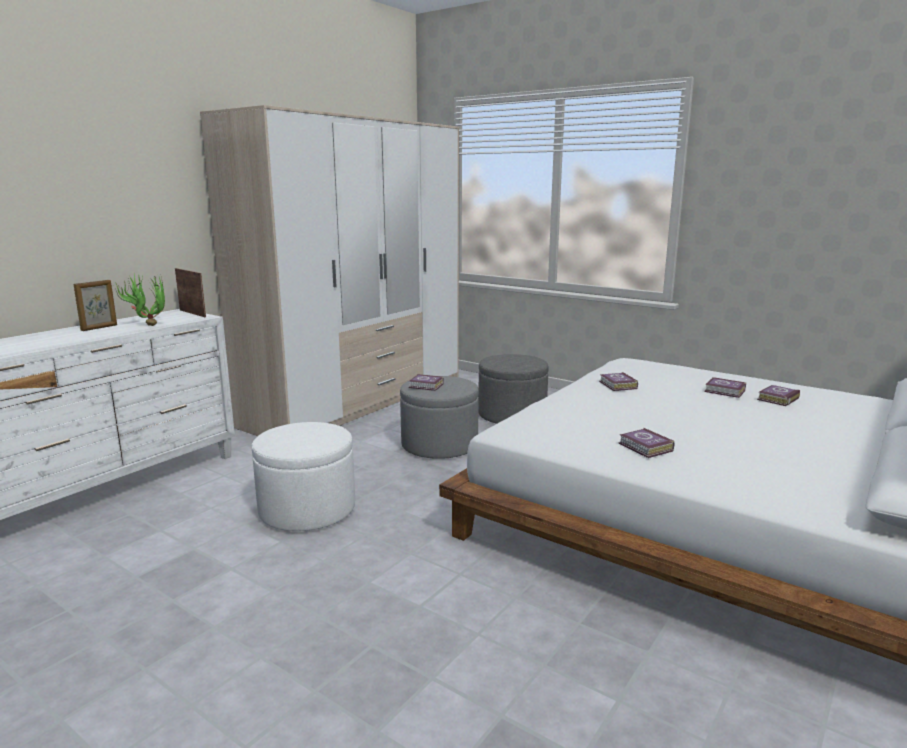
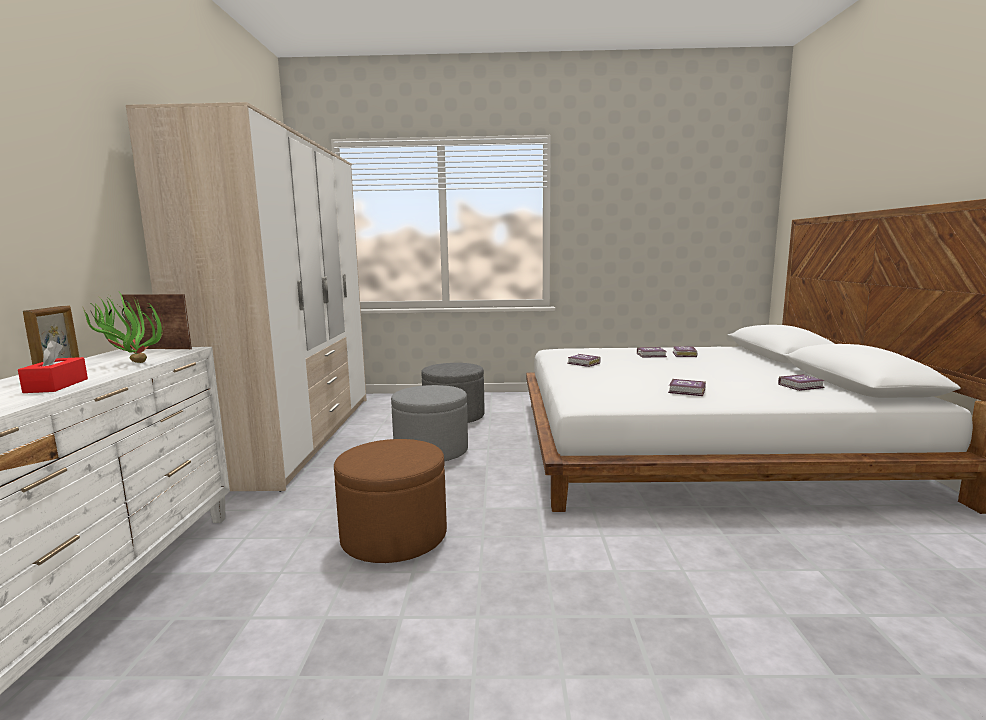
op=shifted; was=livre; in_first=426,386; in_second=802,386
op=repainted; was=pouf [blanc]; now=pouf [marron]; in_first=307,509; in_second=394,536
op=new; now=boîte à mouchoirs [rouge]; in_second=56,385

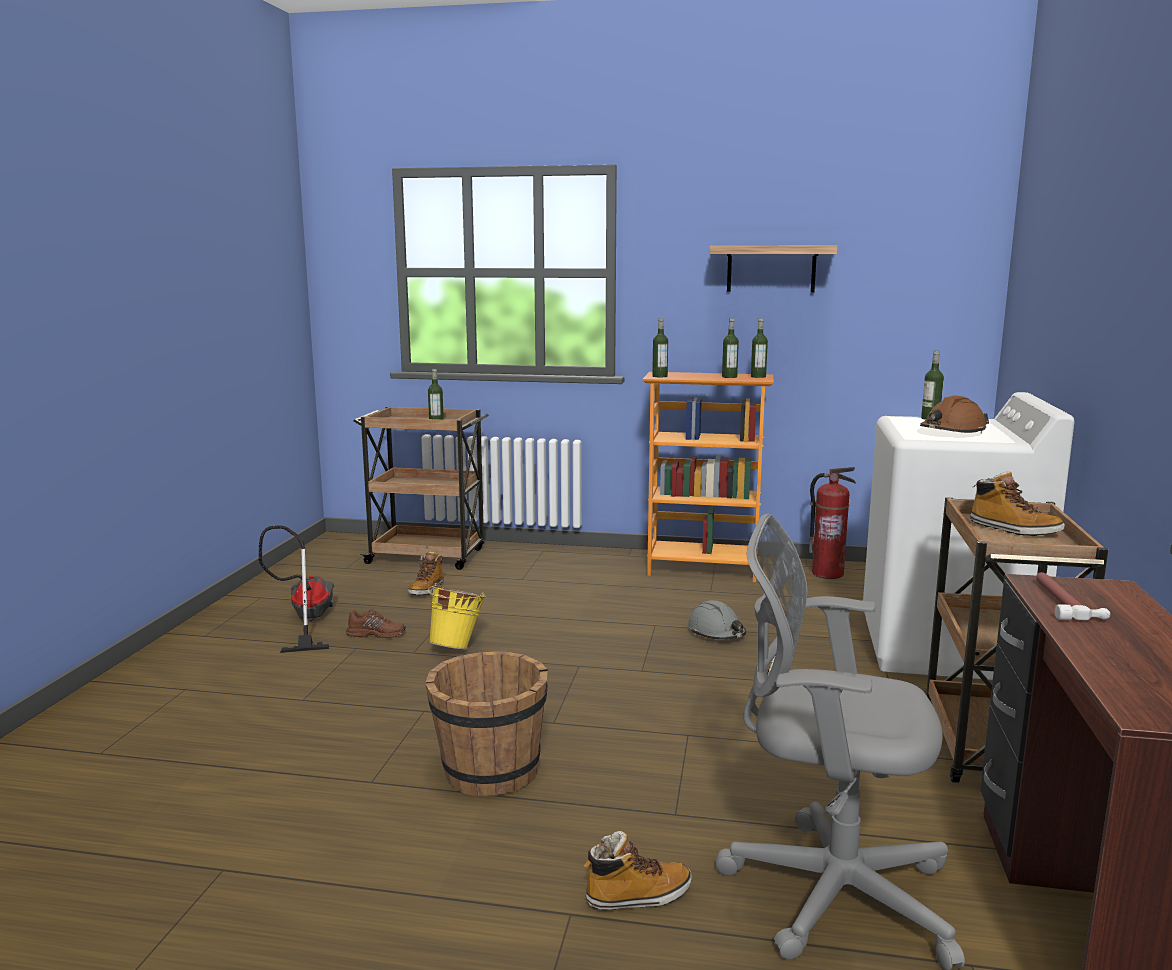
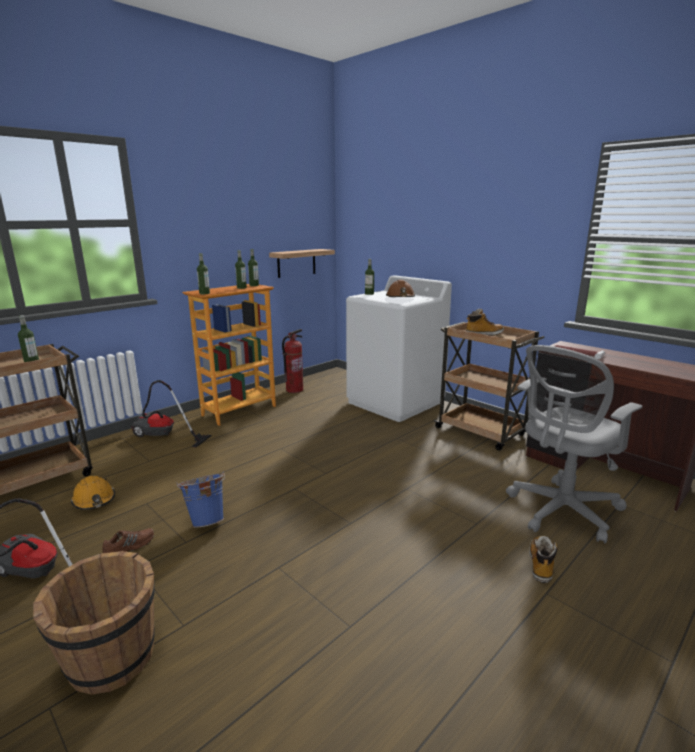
op=shifted; was=étagère; in_first=771,269; in_second=296,263
op=swapped; was=botte; now=casque de chantier [orange]; in_first=426,589; in_second=94,500
op=repainted; was=seau [jaune]; now=seau [bleu]; in_first=457,647; in_second=206,520
op=gone; was=casque de chantier [gris]; in_first=716,633
op=shifted; was=seau [marron]; in_first=490,772; in_second=111,659
op=new; now=aspirateur; in_second=163,436

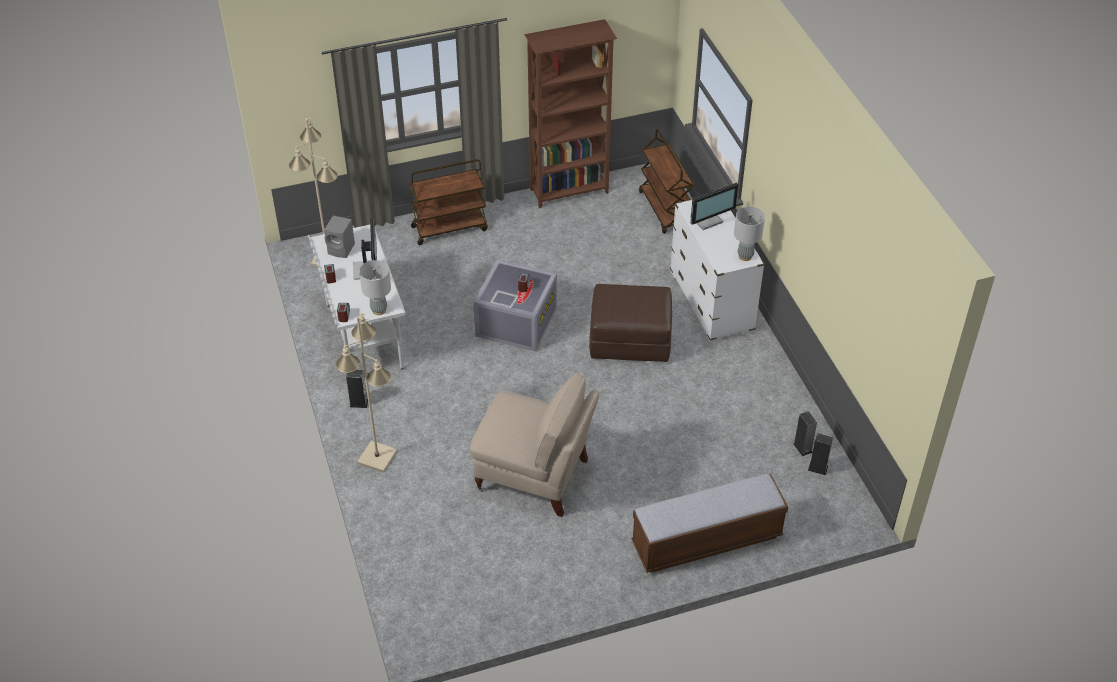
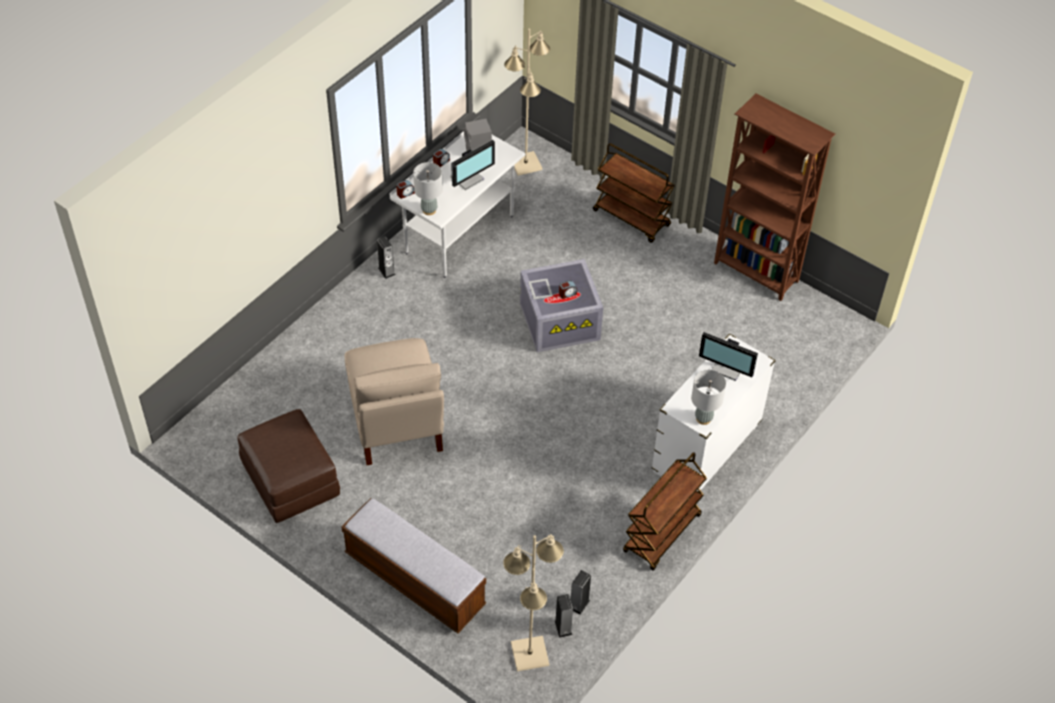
op=shifted; was=chariot [marron]; in_first=665,210; in_second=662,534
op=shifted; was=pouf [marron]; in_first=629,340; in_second=290,480
op=shifted; was=lampadaire [beige]; in_first=378,457; in_second=530,654

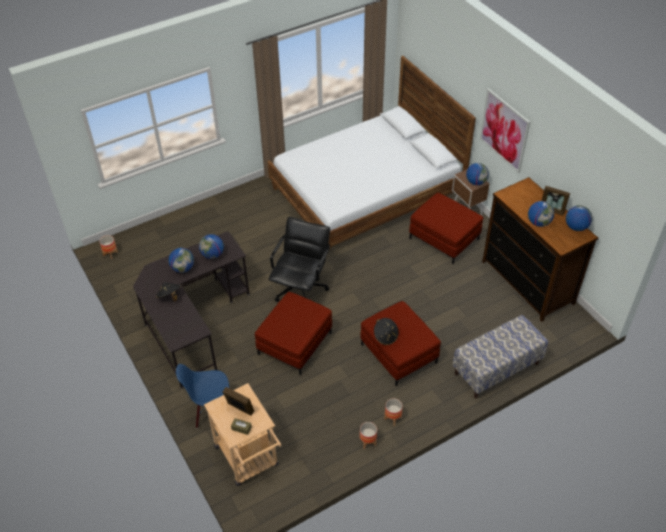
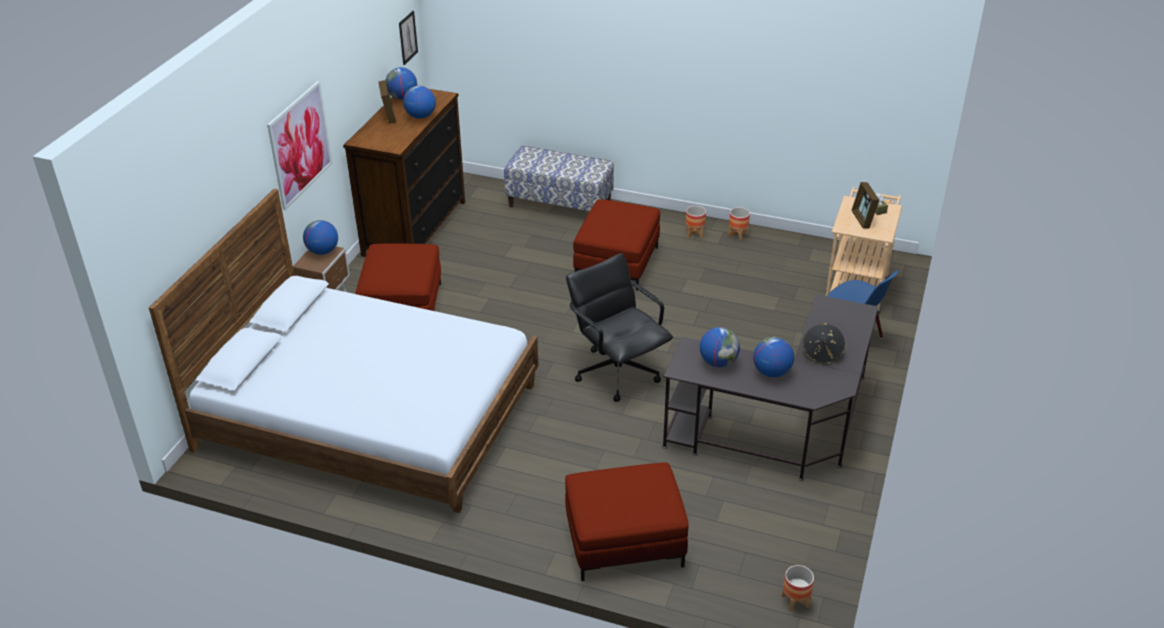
op=rotated; was=chaise de bureau [noir]; in_first=301,289; in_second=617,372; clockwise=75
op=shifted; was=pouf [rouge]; in_first=295,343; in_second=624,542
op=gone; was=chapeau [noir]; in_first=385,336
op=new; now=tableau; in_second=408,37

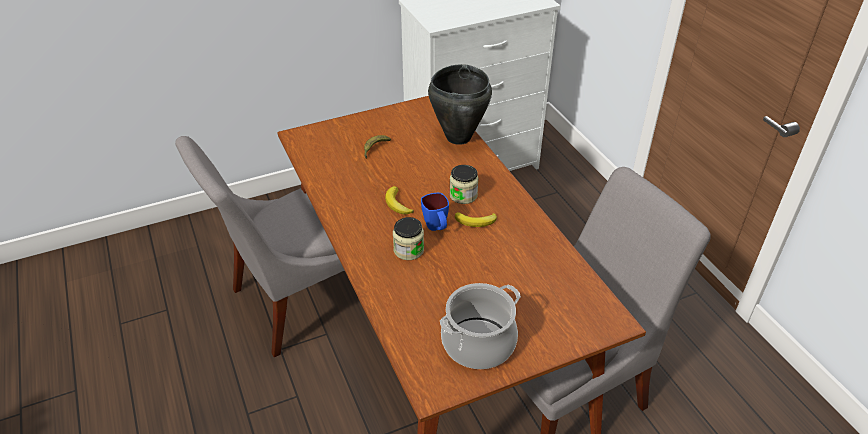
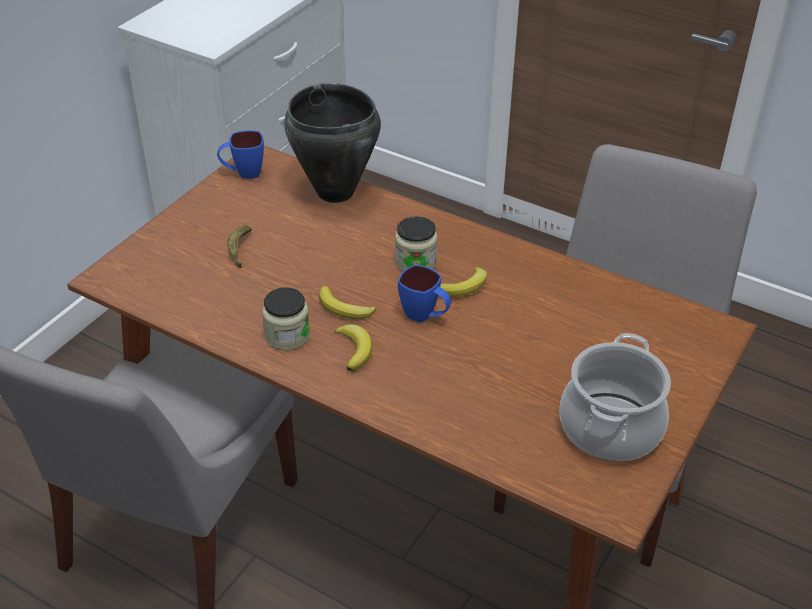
op=shifted; was=bocal; in_first=408,250; in_second=287,336
op=new; now=mug [bleu]; in_second=243,173
op=new; now=banane; in_second=355,349

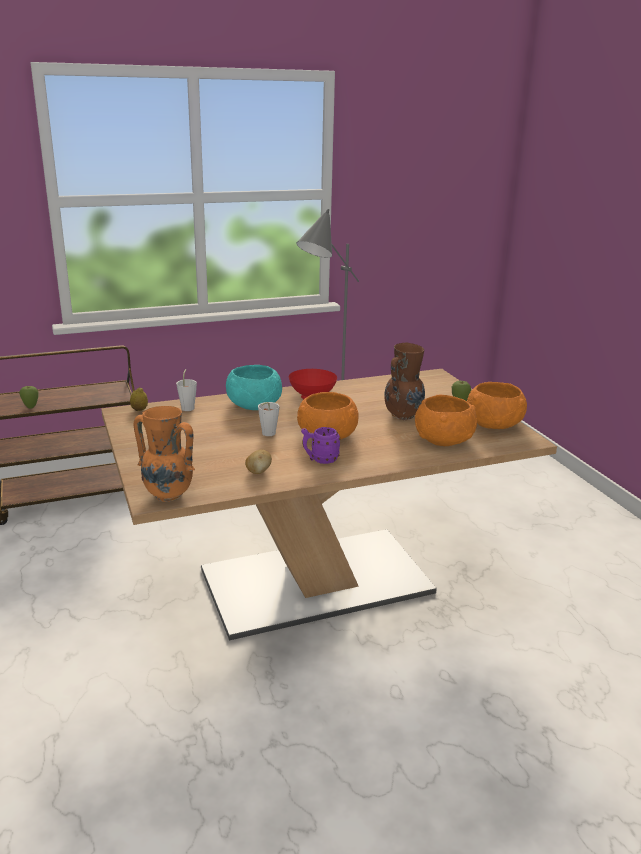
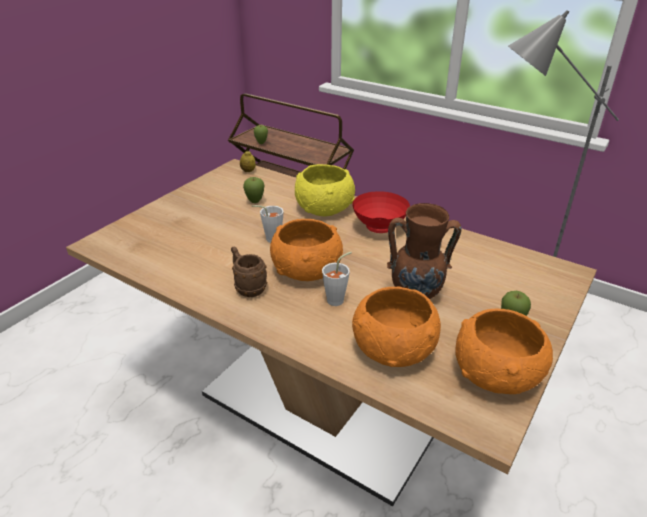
op=repainted; was=bol [turquoise]; now=bol [jaune]; in_first=254,404; in_second=324,208
op=shifted; was=tasse [blanc]; in_first=188,407; in_second=338,299
op=gone; was=vase [orange]; in_first=168,495
op=repainted; was=mug [violet]; now=mug [marron]; in_first=320,459; in_second=247,287
op=gone; was=pomme de terre; in_first=258,472
op=new; now=pomme; in_second=255,202

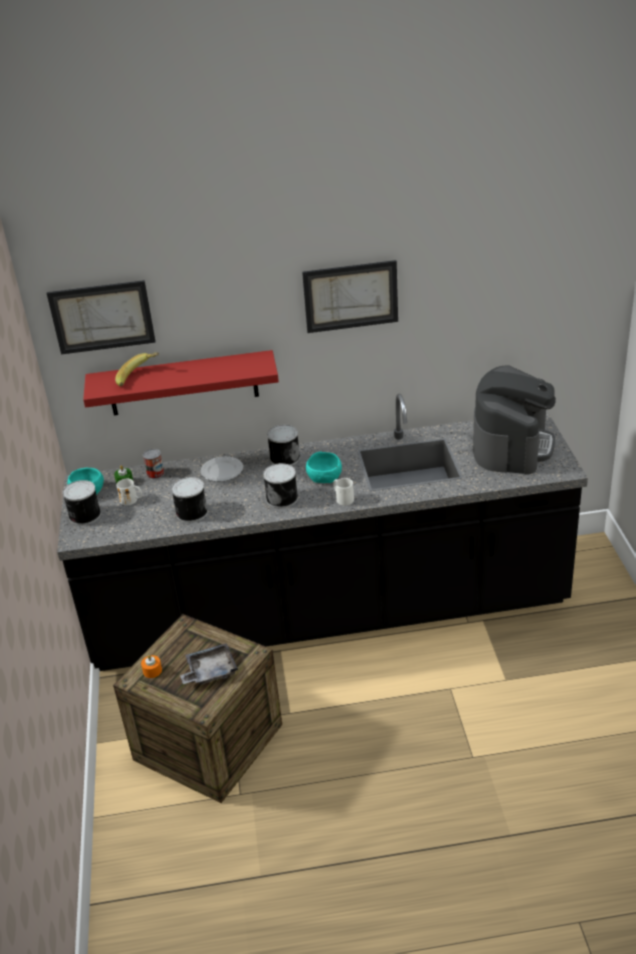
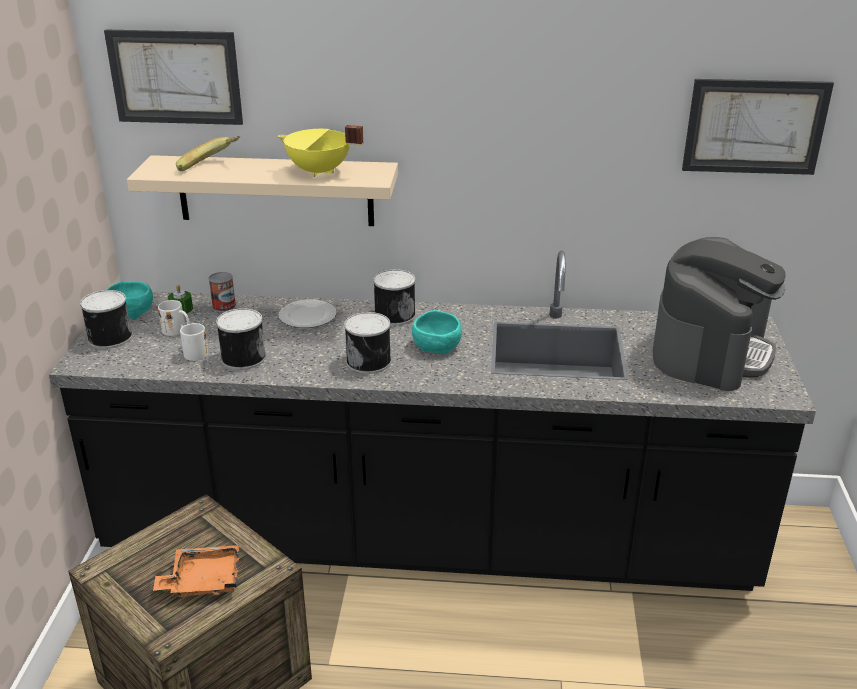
op=shifted; was=tableau; in_first=350,296; in_second=754,126
op=repainted; was=étagère [rouge]; now=étagère [beige]; in_first=183,383; in_second=275,191
op=shifted; was=mug [blanc]; in_first=342,498; in_second=194,352
op=repainted; was=plateau [gris]; now=plateau [orange]; in_first=210,671; in_second=203,580
op=gone; was=bougie [orange]; in_first=152,671
op=new; now=marmite [jaune]; in_second=319,172

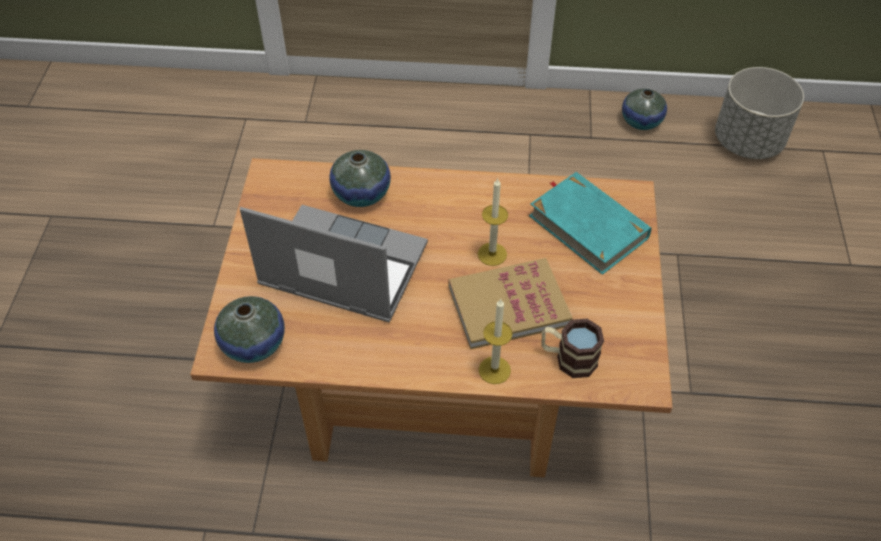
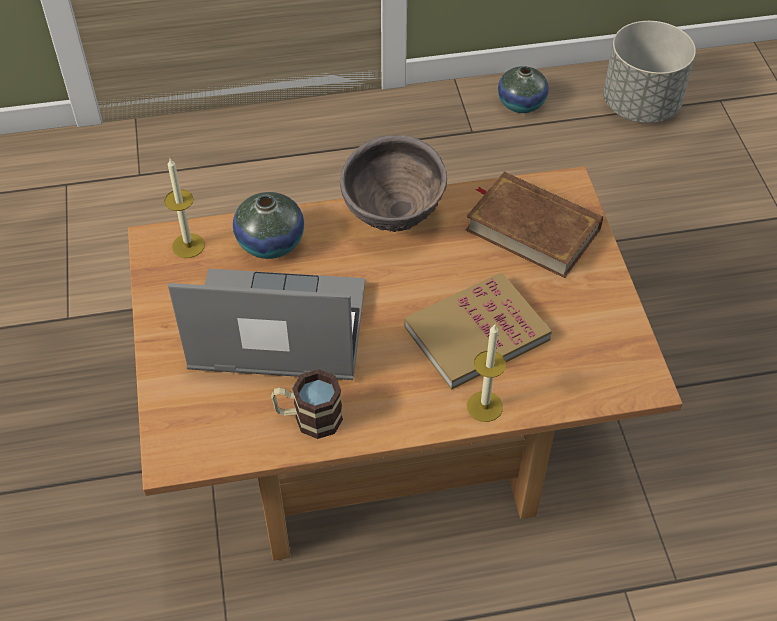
op=repainted; was=livre [turquoise]; now=livre [marron]; in_first=588,226; in_second=532,229
op=shifted; was=bougie; in_first=492,254; in_second=188,245
op=gone; was=vase; in_first=253,344
op=shifted; was=mug; in_first=568,358; in_second=308,418
op=new; now=bol [marron]; in_second=393,217

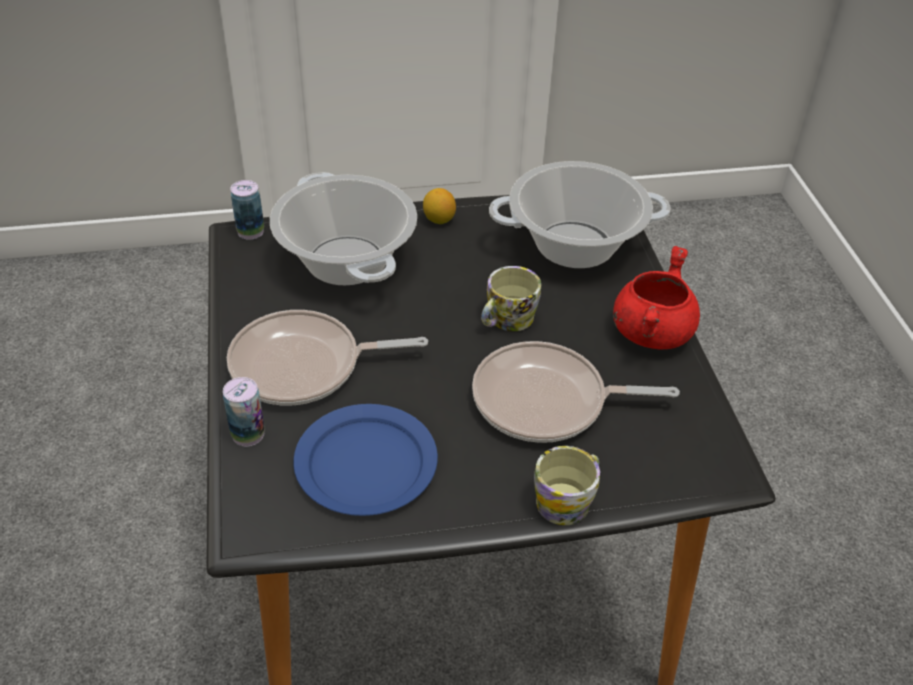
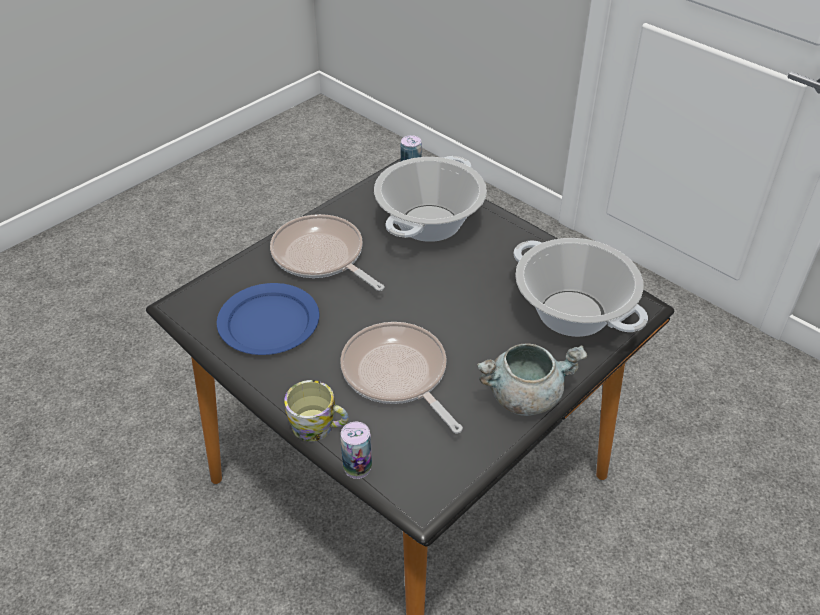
op=gone; was=citron; in_first=439,220
op=repainted; was=marmite [rouge]; now=marmite [gris]; in_first=651,331; in_second=525,395
op=gone; was=mug; in_first=506,320
op=shifted; was=boîte métallique; in_first=248,434; in_second=357,467

